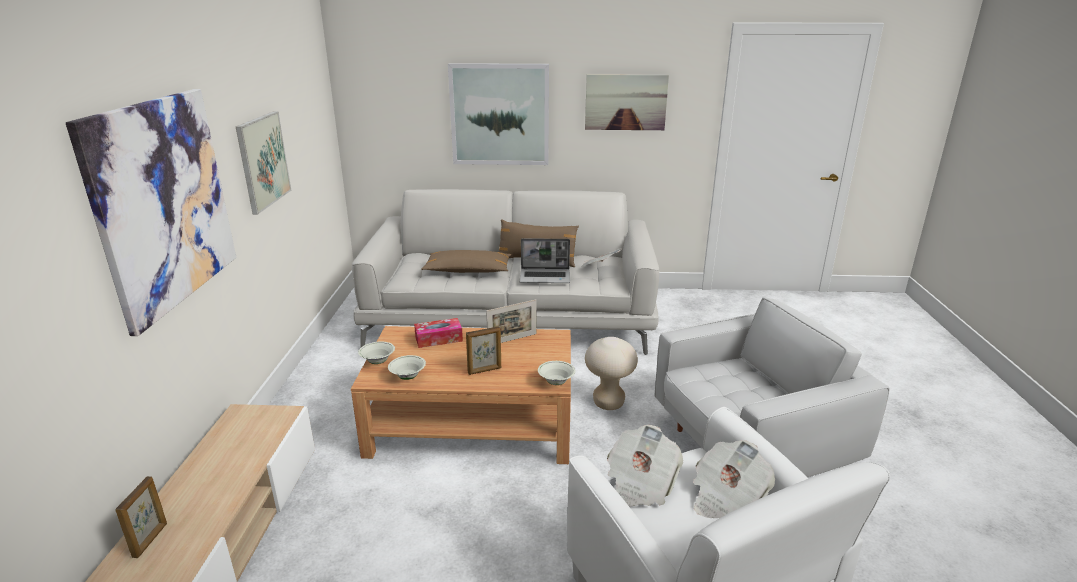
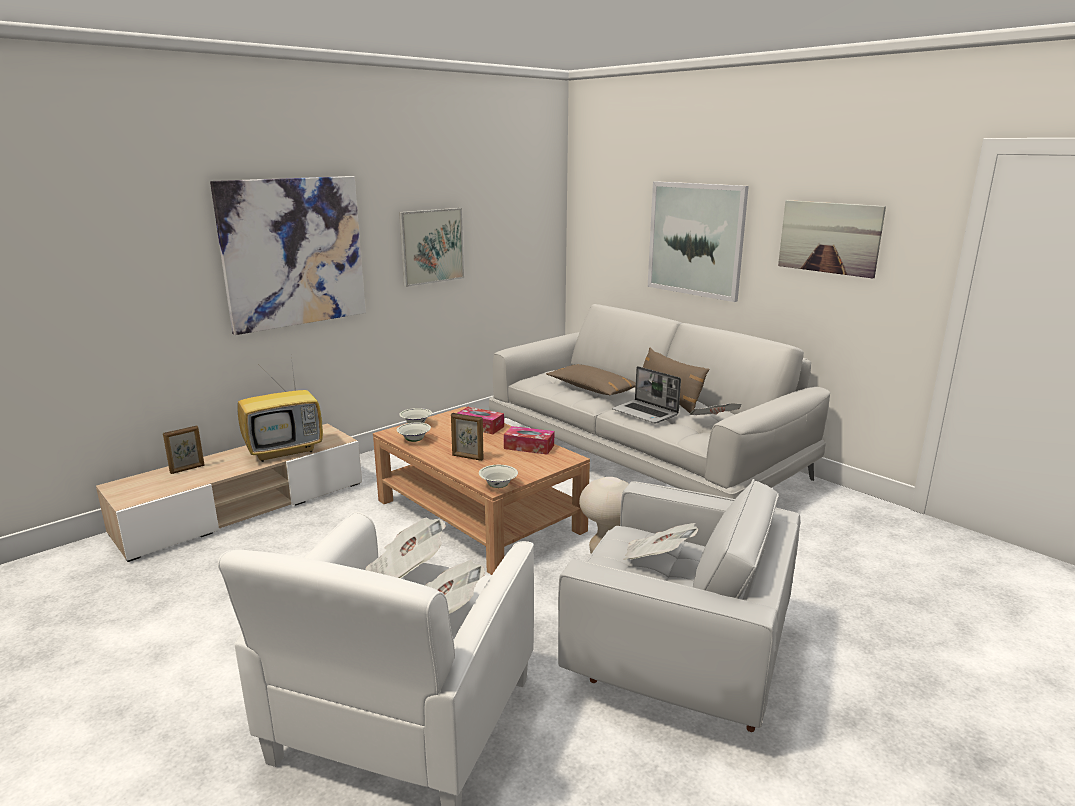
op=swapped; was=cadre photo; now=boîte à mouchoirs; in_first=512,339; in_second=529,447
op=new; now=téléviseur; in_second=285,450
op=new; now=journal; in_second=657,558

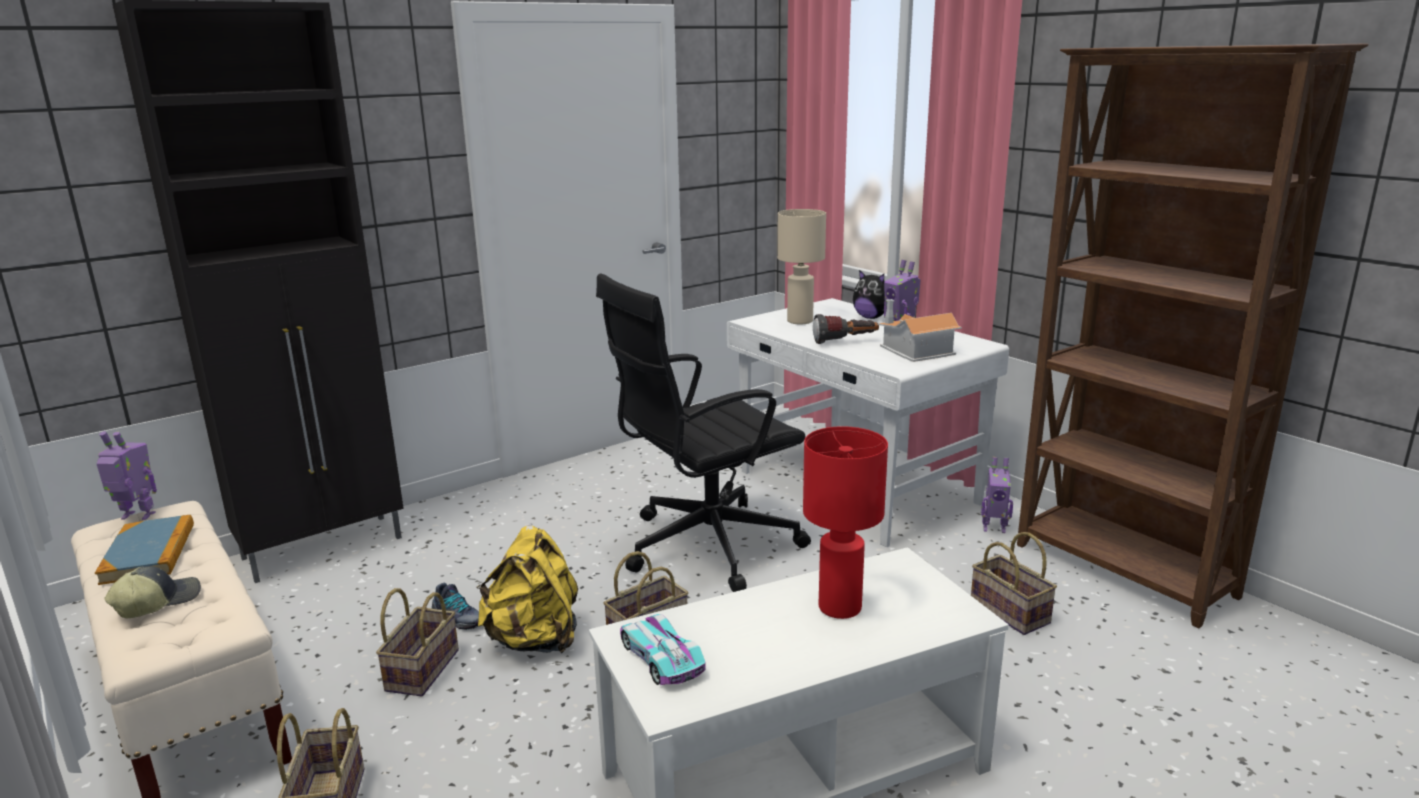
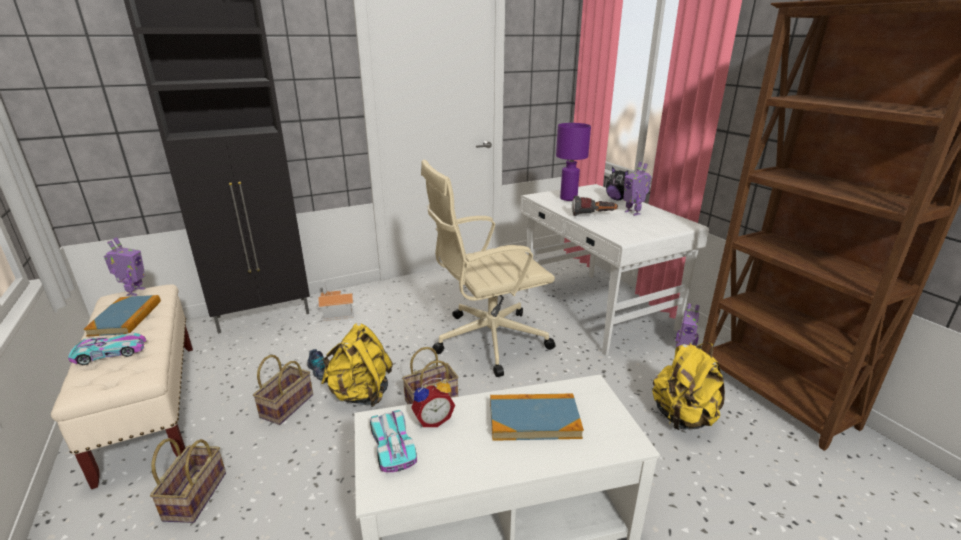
op=repainted; was=lampe de table [beige]; now=lampe de table [violet]; in_first=800,321; in_second=569,198
op=repainted; was=chaise de bureau [noir]; now=chaise de bureau [beige]; in_first=705,546; in_second=487,340
op=shifted; was=maison miniature; in_first=914,351; in_second=335,311
op=swapped; was=lampe de table [rouge]; now=livre; in_first=838,607; in_second=534,419
op=rotated; was=robot jouet; in_first=137,516; in_second=134,292; clockwise=75
op=swapped; was=panier; now=sac à dos [jaune]; in_first=1012,613; in_second=683,418
op=swapped; was=casquette; now=petite voiture; in_first=157,602; in_second=110,353
op=new; now=réveil; in_second=433,420

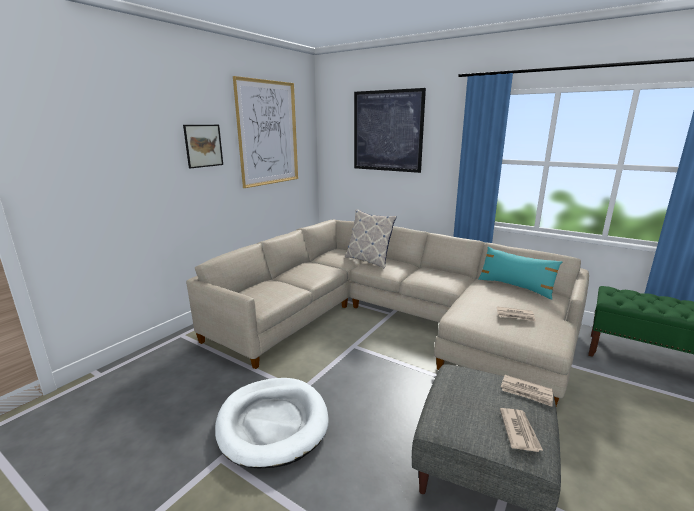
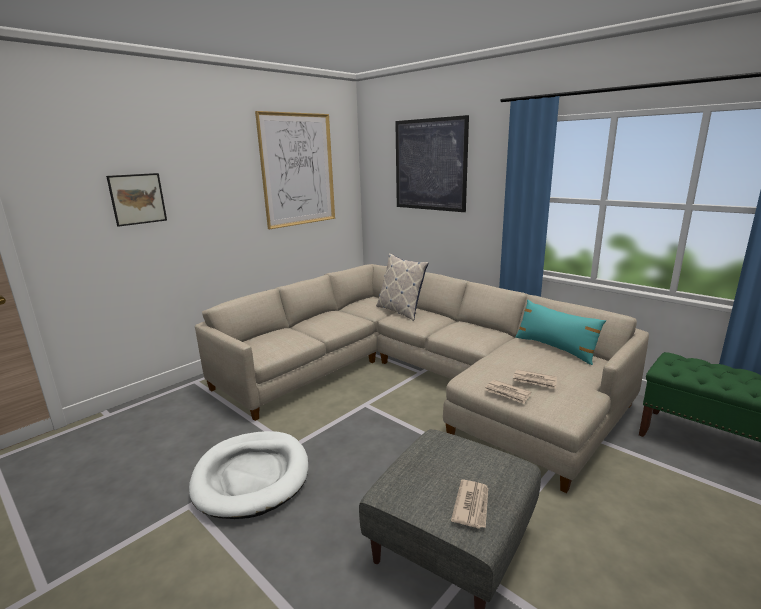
op=shifted; was=tableau; in_first=203,145; in_second=137,199
op=shifted; was=journal; in_first=526,392; in_second=507,393

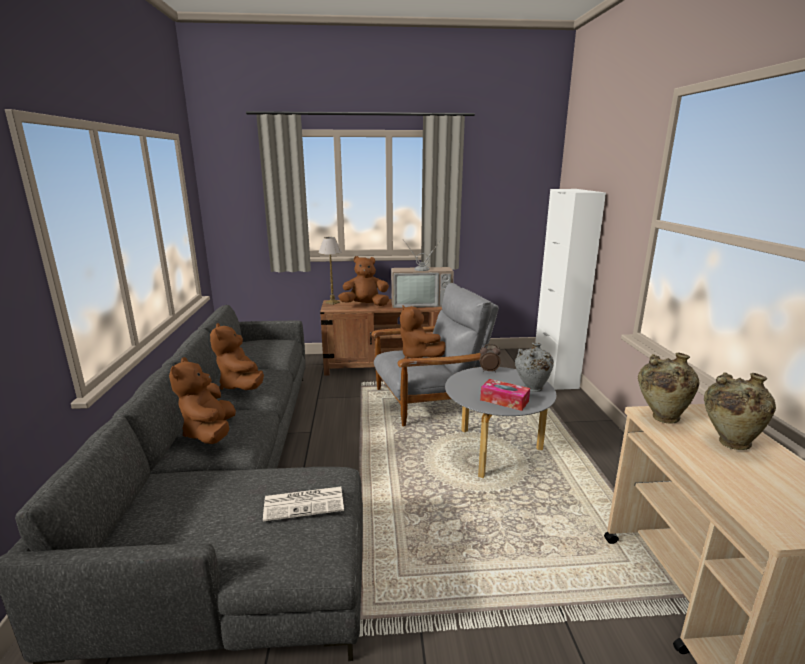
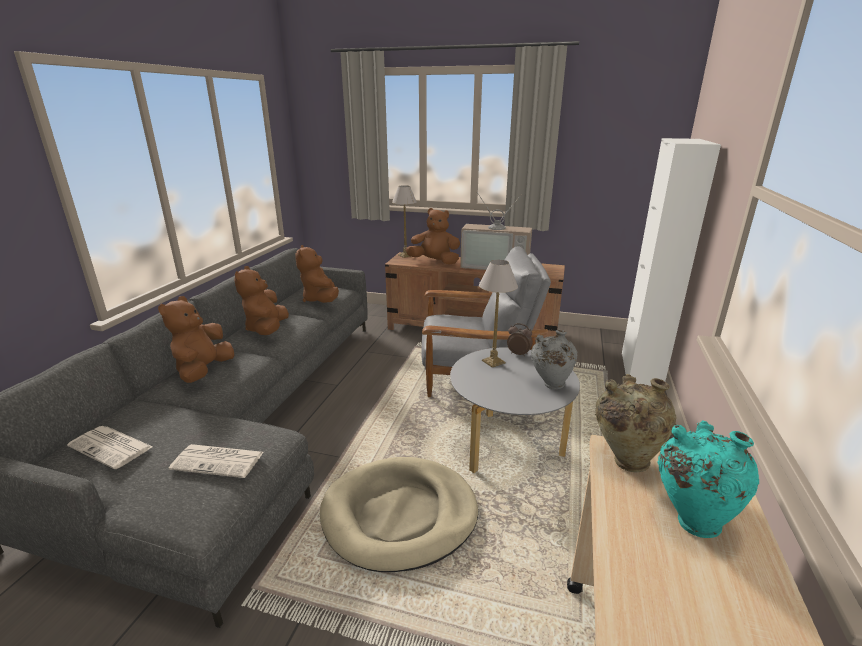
op=shifted; was=peluche [marron]; in_first=418,356; in_second=320,300
op=repainted; was=vase [beige]; now=vase [turquoise]; in_first=728,442; in_second=691,520
op=gone; was=boîte à mouchoirs; in_first=504,400
op=new; now=lampe de table; in_second=494,361
op=new; now=journal; in_second=112,447
op=new; now=panier pour chien [beige]; in_second=400,515

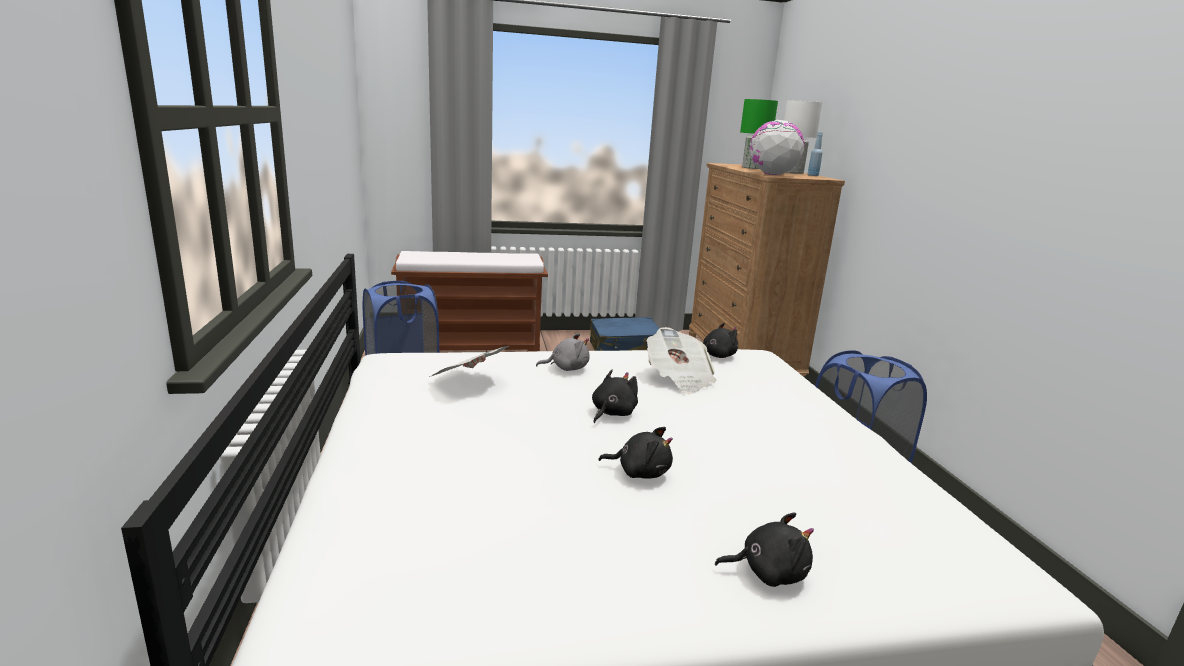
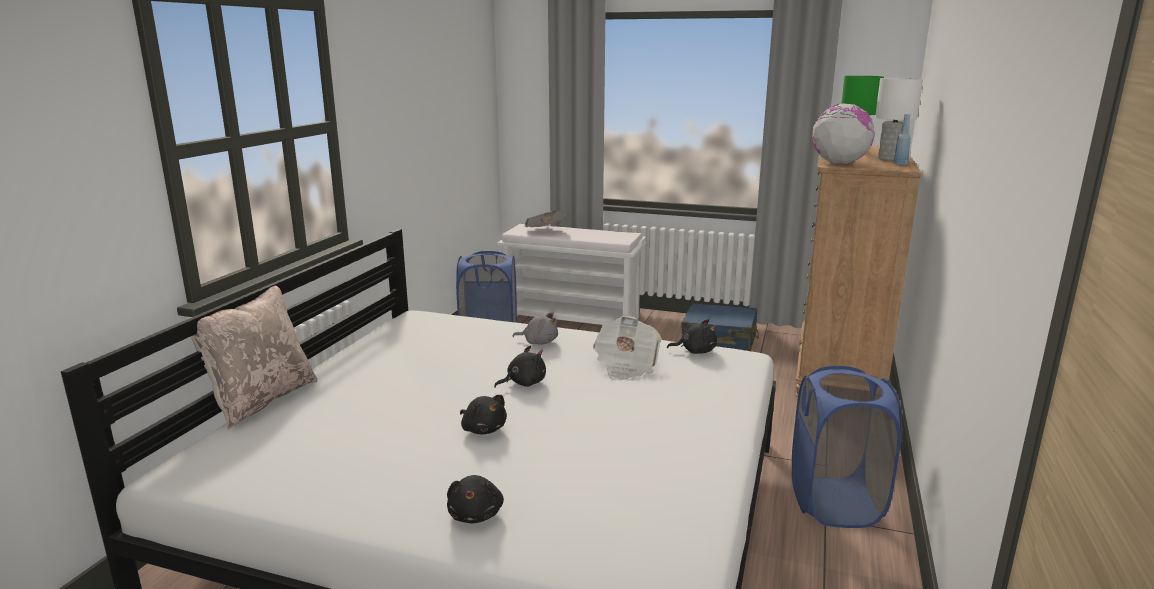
op=repainted; was=banc [marron]; now=banc [blanc]; in_first=472,347; in_second=573,318
op=shifted; was=journal; in_first=469,381; in_second=545,231
op=rotated; was=peluche [noir]; in_first=768,572; in_second=476,514; clockwise=60
op=new; now=coussin [beige]; in_second=261,400

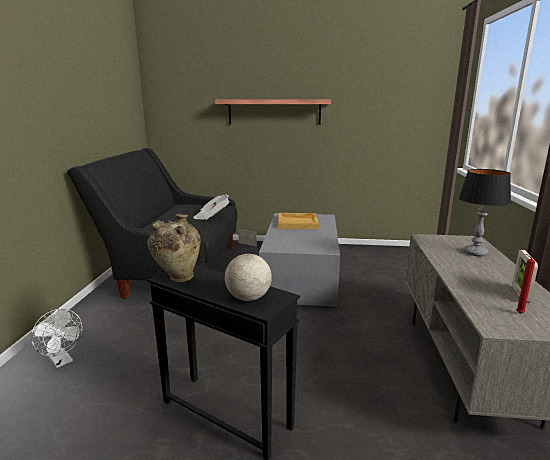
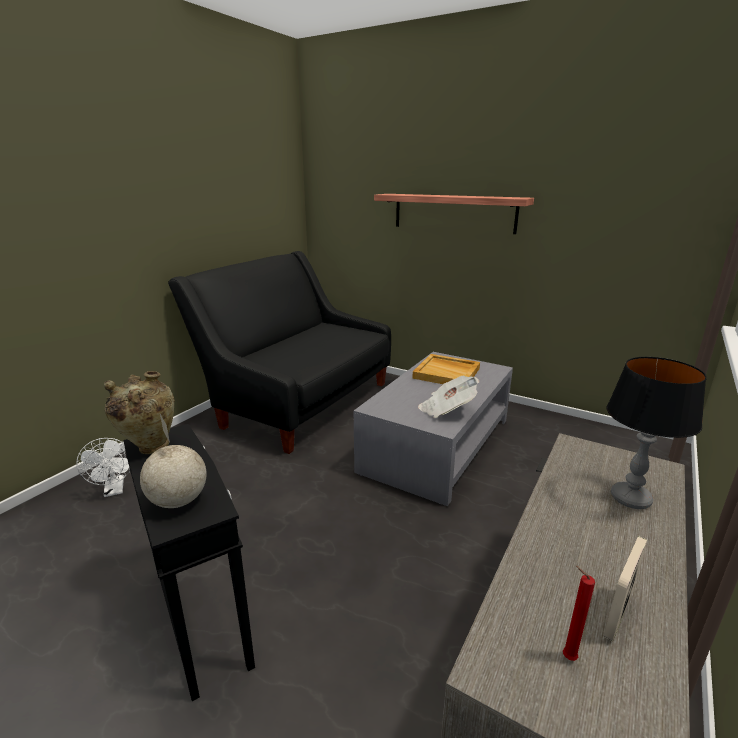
op=shifted; was=journal; in_first=212,217; in_second=447,409

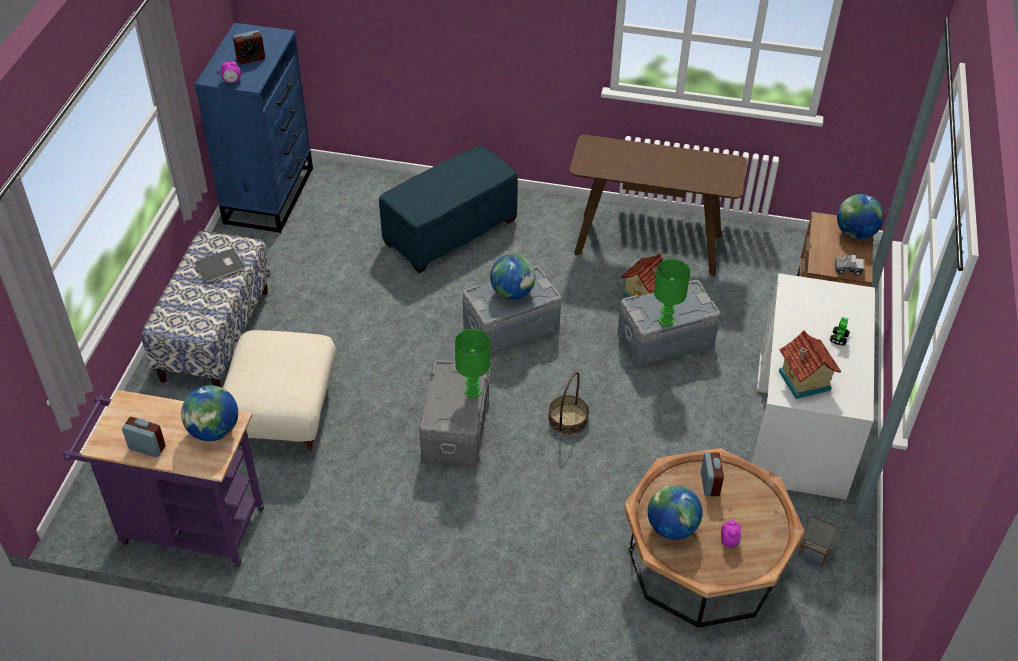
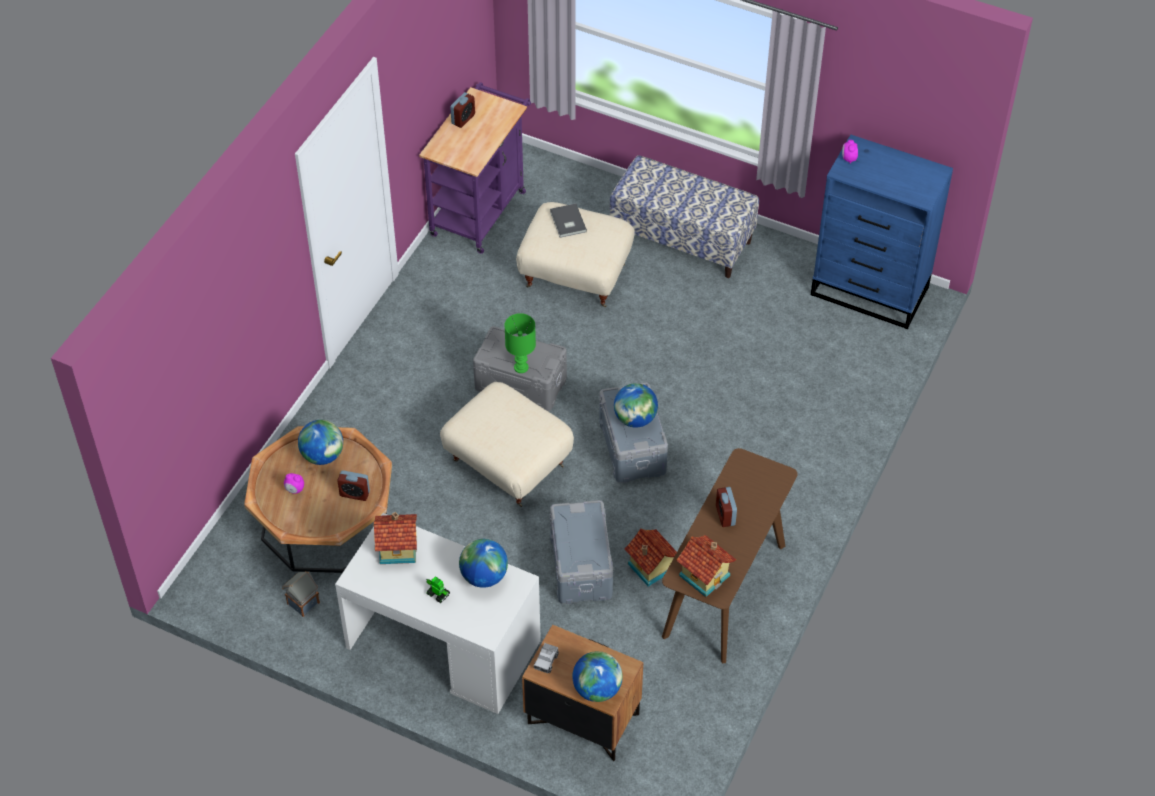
op=shifted; was=réveil; in_first=250,58; in_second=725,515
op=gone; was=pouf [bleu]; in_first=450,232
op=shifted; was=livre [gris]; in_first=221,267; in_second=567,222
op=gone; was=lampe de table [vert]; in_first=666,321
op=swapped; was=panier; now=pouf [beige]; in_first=568,419; in_second=507,465
op=shifted; was=globe; in_first=214,431; in_second=484,576
op=new; now=maison miniature; in_second=705,574

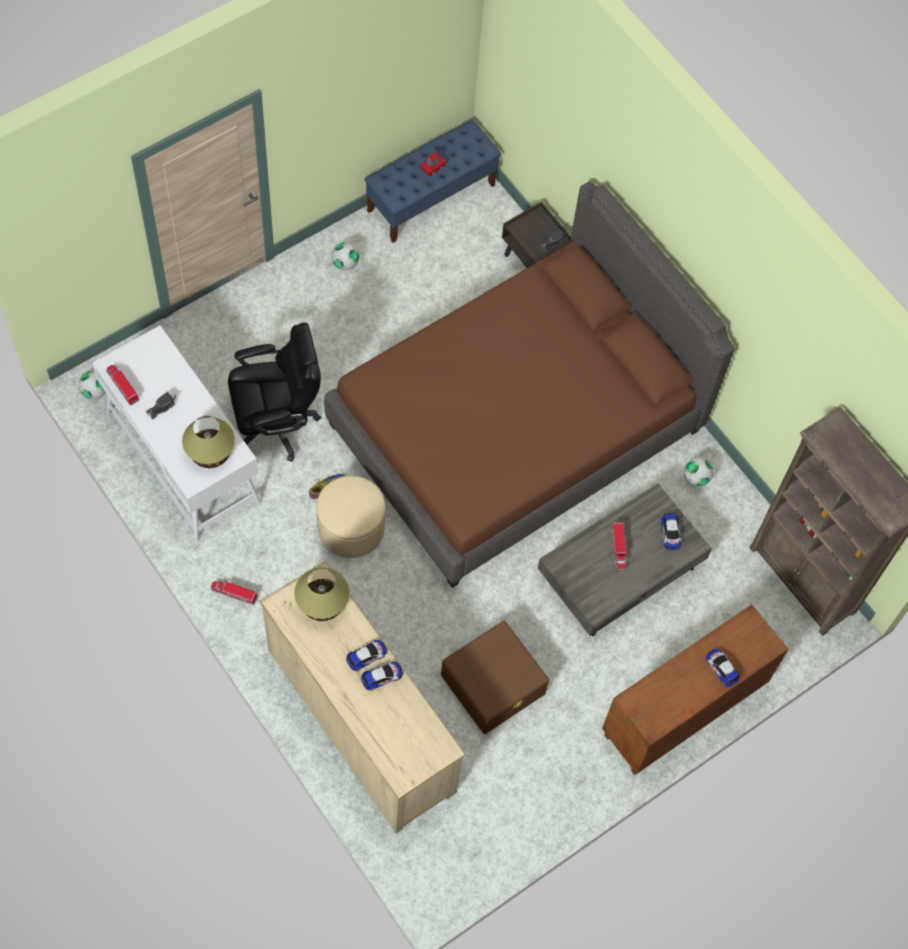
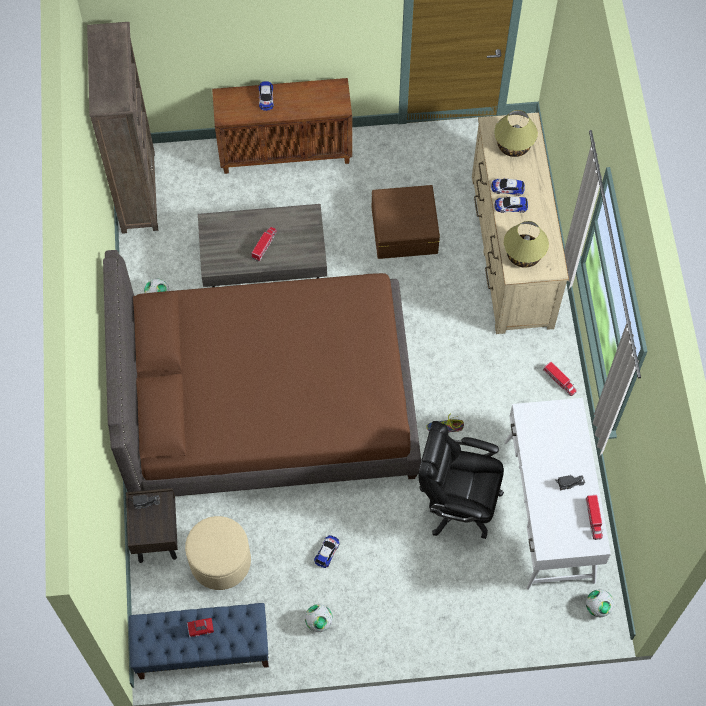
op=shifted; was=lampe de table; in_first=211,453; in_second=513,145
op=shifted; was=pouf [beige]; in_first=351,528; in_second=220,561
op=shifted; was=petite voiture; in_first=670,533; in_second=327,552

